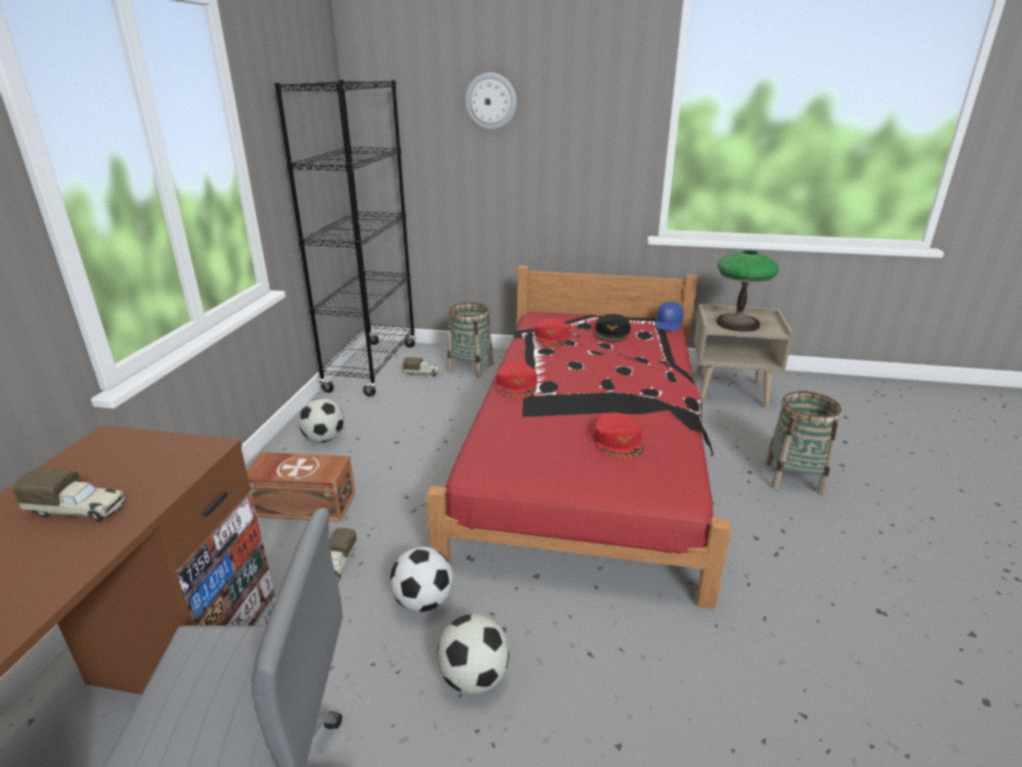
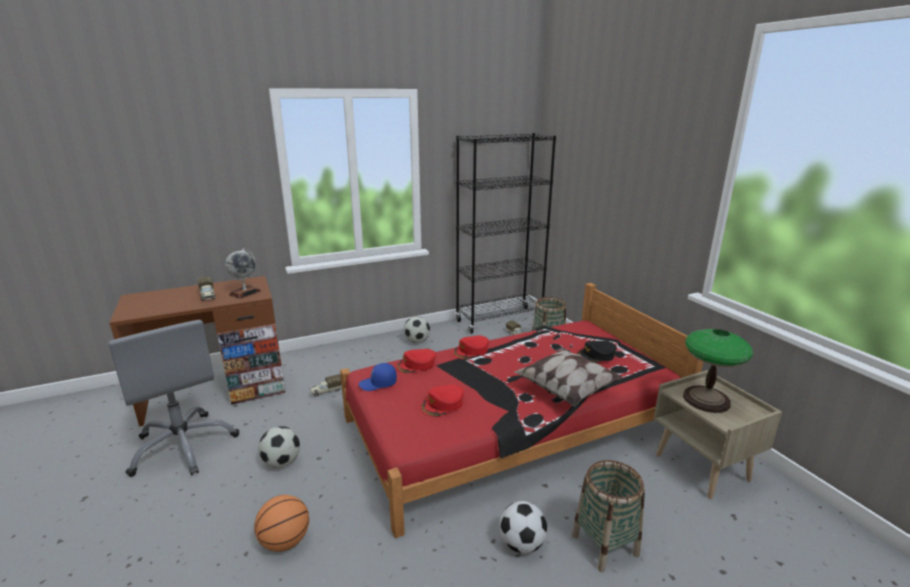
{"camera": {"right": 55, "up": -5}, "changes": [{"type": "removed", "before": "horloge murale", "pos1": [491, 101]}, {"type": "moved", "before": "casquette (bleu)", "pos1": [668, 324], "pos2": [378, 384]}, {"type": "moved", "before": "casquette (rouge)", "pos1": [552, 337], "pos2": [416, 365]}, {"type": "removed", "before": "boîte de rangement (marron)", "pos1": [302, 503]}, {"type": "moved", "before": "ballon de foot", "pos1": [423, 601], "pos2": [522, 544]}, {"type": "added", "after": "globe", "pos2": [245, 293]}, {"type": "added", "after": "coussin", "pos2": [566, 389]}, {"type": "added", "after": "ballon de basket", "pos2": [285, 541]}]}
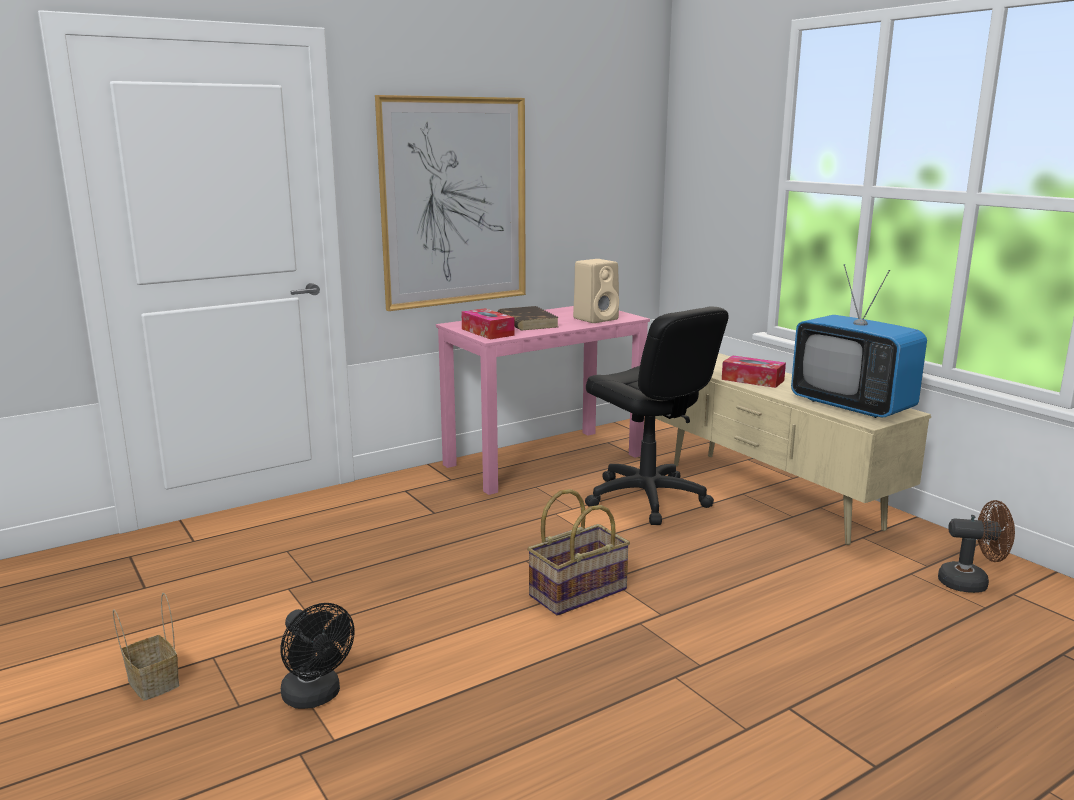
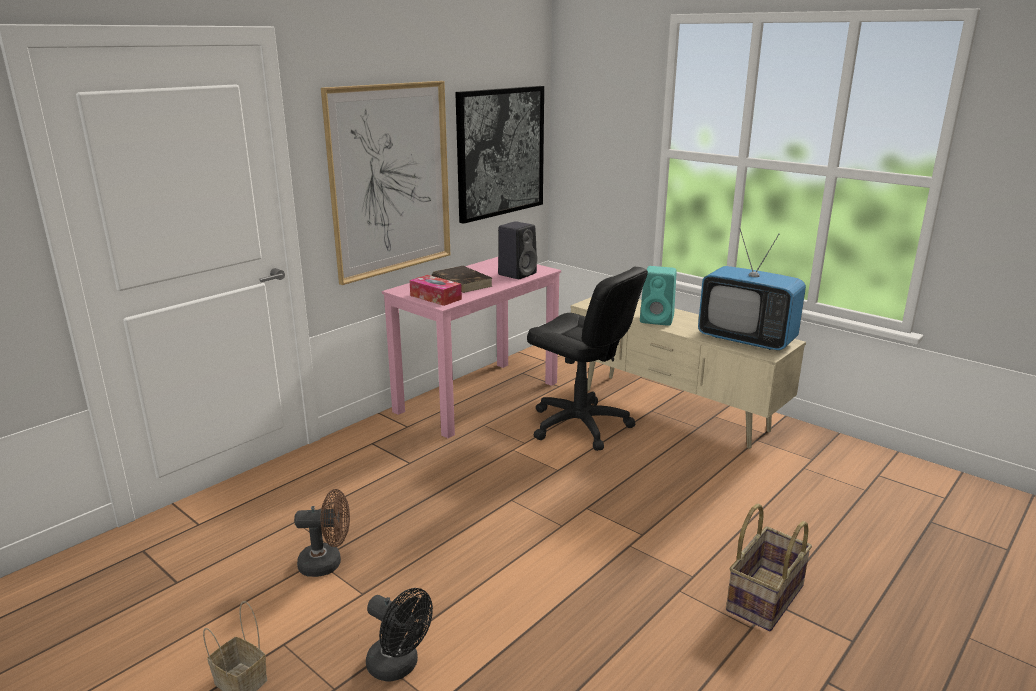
{"camera": {"right": -15, "up": 5}, "changes": [{"type": "recoloured", "before": "enceinte (beige)", "after": "enceinte (noir)", "pos1": [596, 319], "pos2": [517, 274]}, {"type": "replaced", "before": "boîte à mouchoirs", "after": "enceinte (turquoise)", "pos1": [752, 380], "pos2": [658, 320]}, {"type": "moved", "before": "panier", "pos1": [577, 592], "pos2": [764, 597]}, {"type": "moved", "before": "ventilateur (marron)", "pos1": [971, 583], "pos2": [327, 563]}, {"type": "added", "after": "tableau", "pos2": [500, 152]}]}
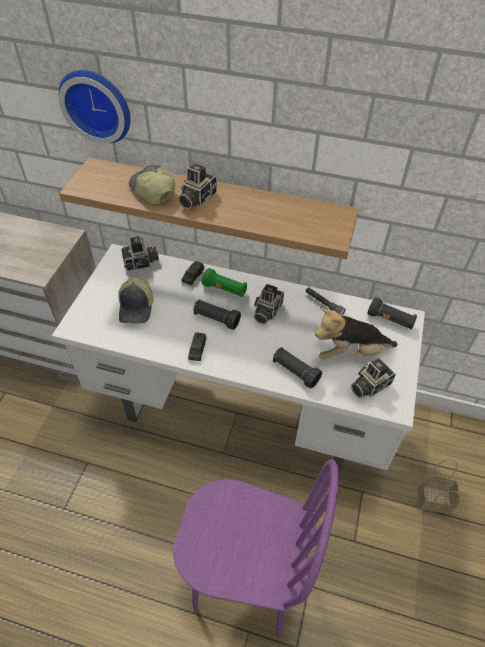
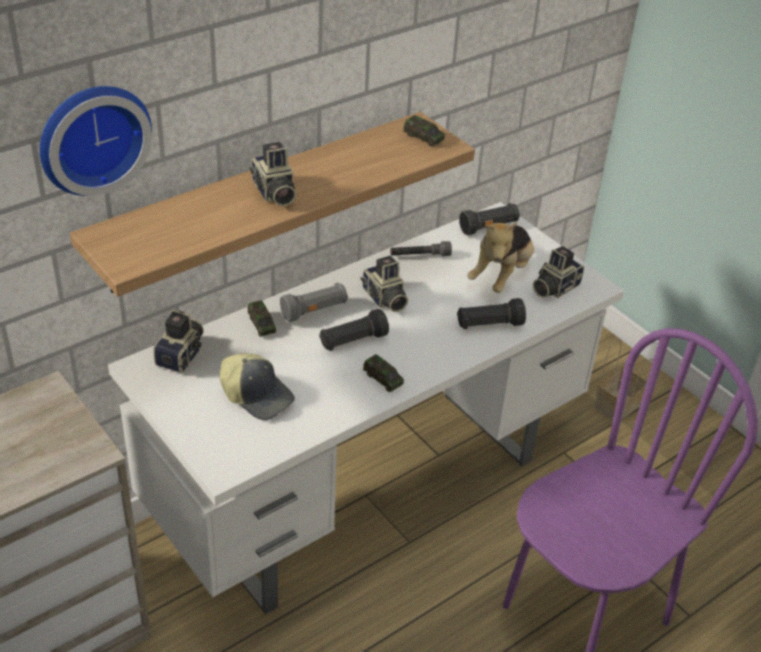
{"camera": {"right": -55, "up": -10}, "changes": [{"type": "removed", "before": "casquette", "pos1": [152, 191]}, {"type": "recoloured", "before": "lampe de poche (vert)", "after": "lampe de poche (gris)", "pos1": [225, 290], "pos2": [314, 311]}, {"type": "turned", "before": "appareil photo", "pos1": [369, 385], "pos2": [554, 287], "turn": 45}, {"type": "added", "after": "petite voiture", "pos2": [423, 137]}]}
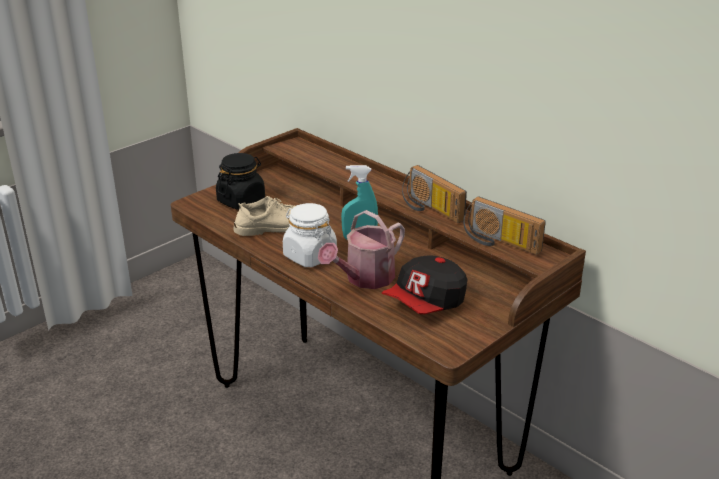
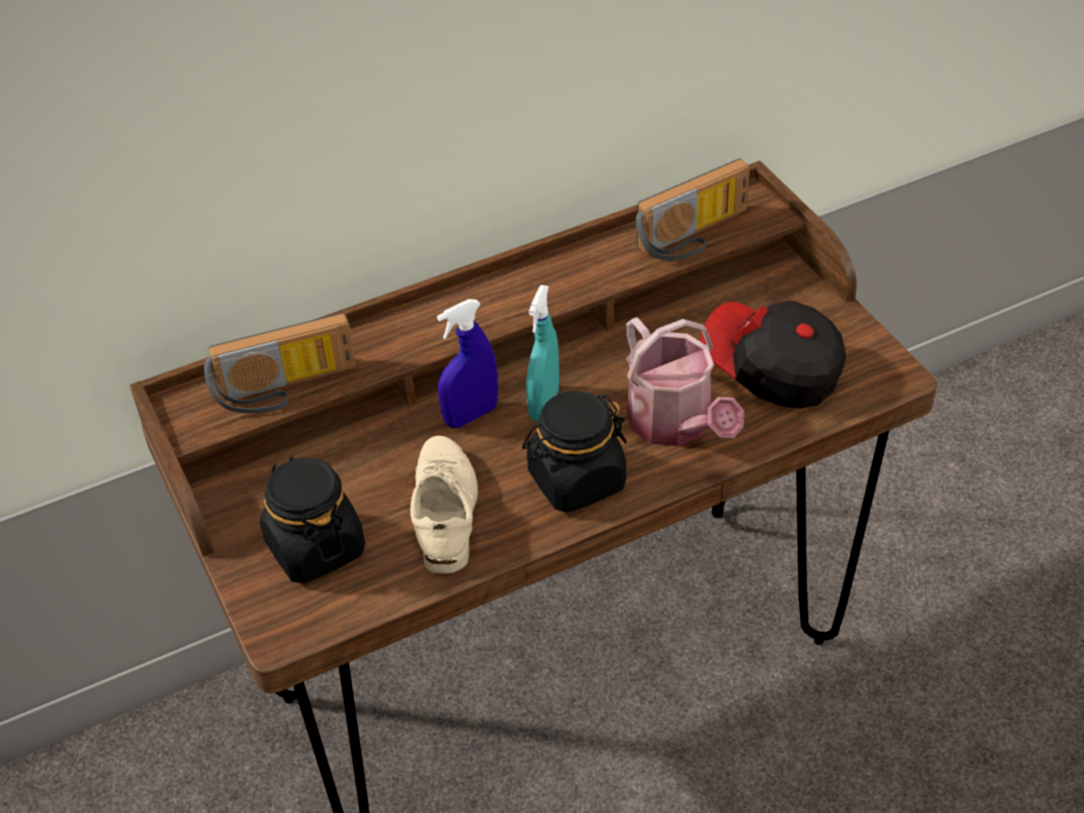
{"camera": {"right": -70, "up": 15}, "changes": [{"type": "moved", "before": "radio", "pos1": [429, 209], "pos2": [286, 389]}, {"type": "recoloured", "before": "bocal (blanc)", "after": "bocal (noir)", "pos1": [309, 256], "pos2": [576, 480]}, {"type": "turned", "before": "casquette", "pos1": [426, 303], "pos2": [771, 371], "turn": 150}, {"type": "added", "after": "vaporisateur (bleu)", "pos2": [471, 415]}]}
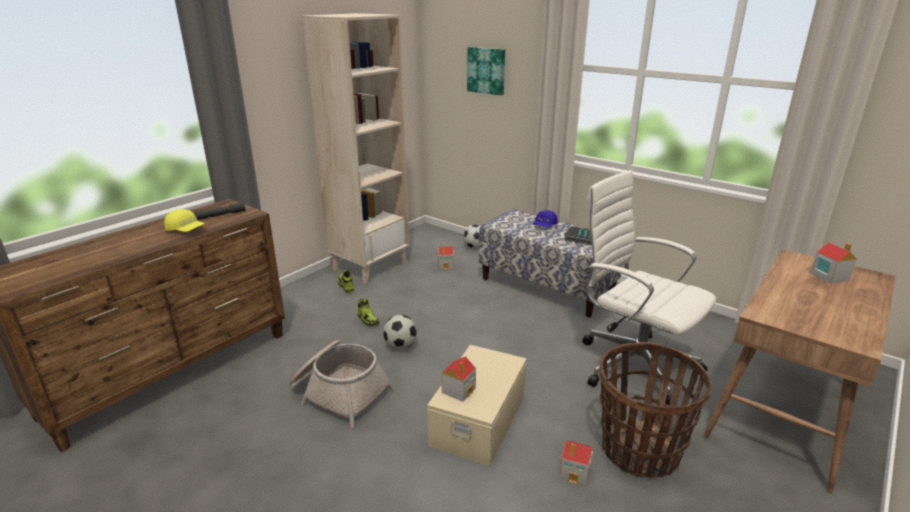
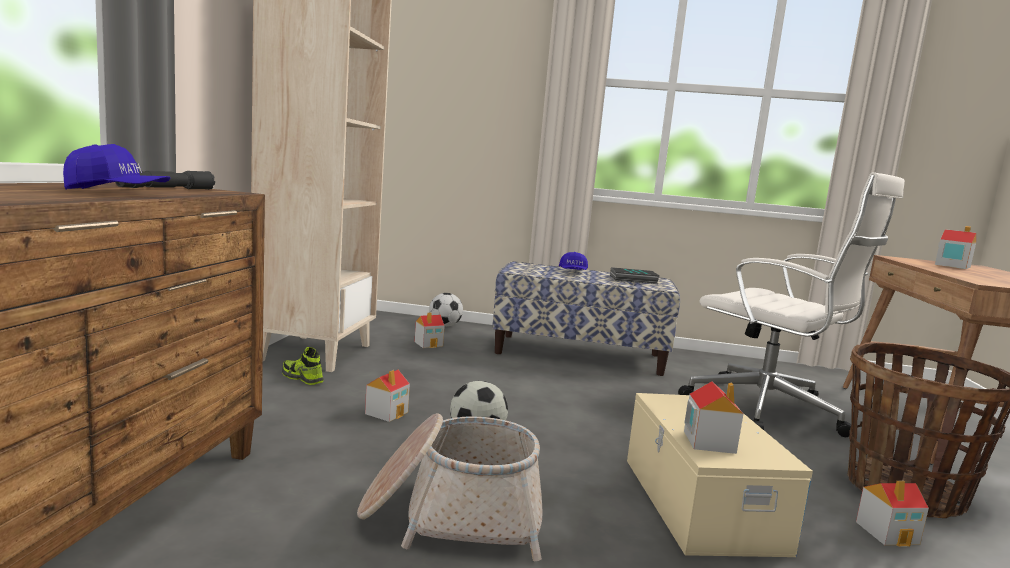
{"camera": {"right": -30, "up": -15}, "changes": [{"type": "removed", "before": "tableau", "pos1": [486, 70]}, {"type": "turned", "before": "chaise de bureau (blanc)", "pos1": [633, 364], "pos2": [768, 411], "turn": -150}, {"type": "recoloured", "before": "casquette (jaune)", "after": "casquette (bleu)", "pos1": [186, 230], "pos2": [117, 192]}, {"type": "replaced", "before": "chaussure", "after": "maison miniature", "pos1": [368, 320], "pos2": [387, 412]}]}
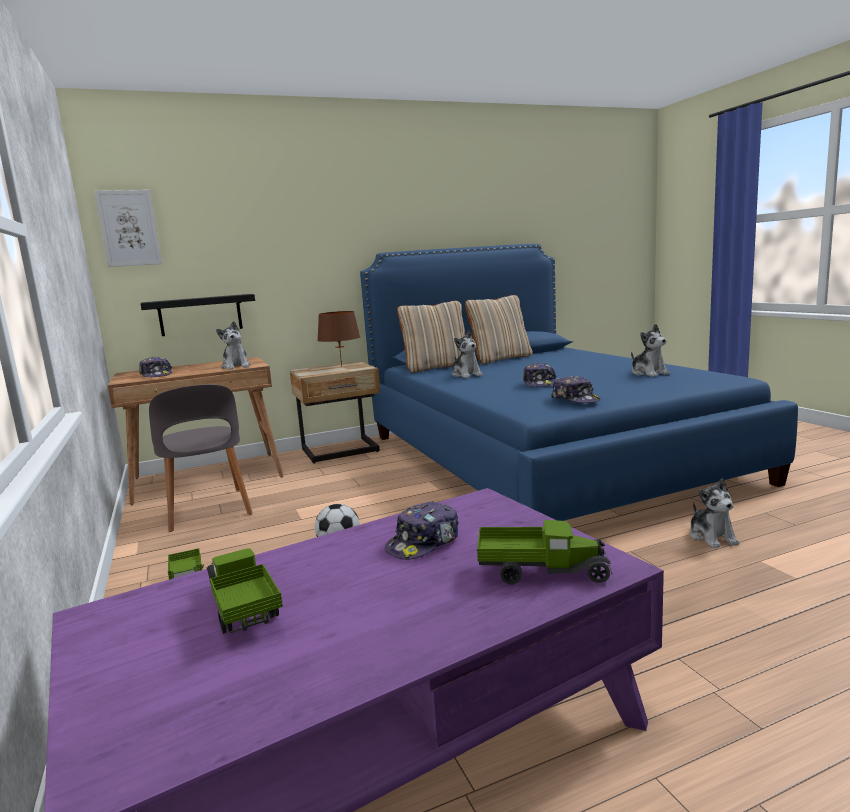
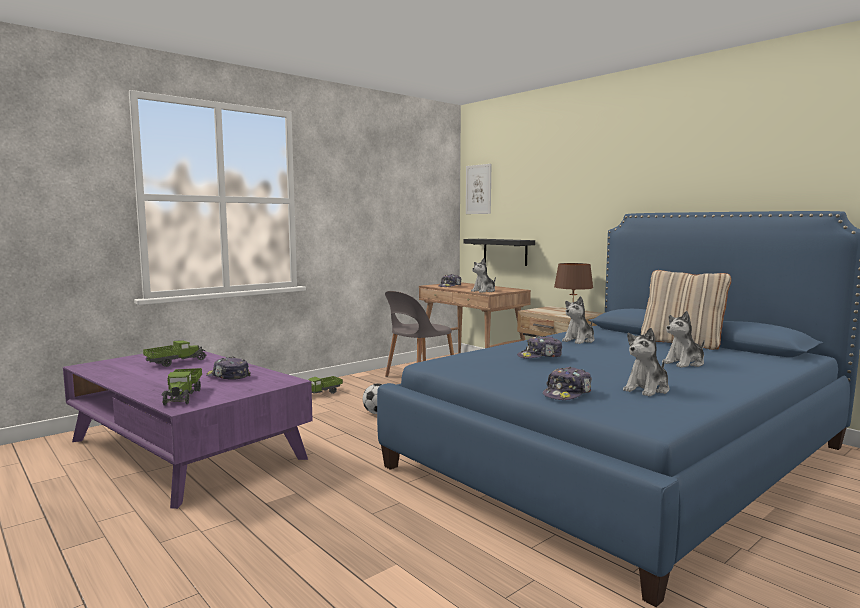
{"camera": {"right": 70, "up": -5}, "changes": [{"type": "removed", "before": "coussin (beige)", "pos1": [436, 367]}, {"type": "moved", "before": "casquette", "pos1": [575, 399], "pos2": [567, 393]}, {"type": "moved", "before": "peluche", "pos1": [712, 537], "pos2": [684, 363]}]}
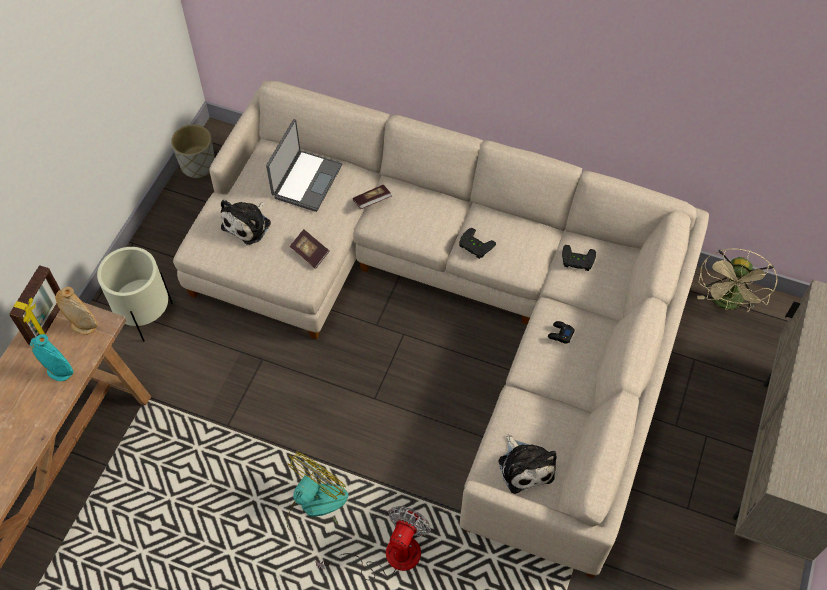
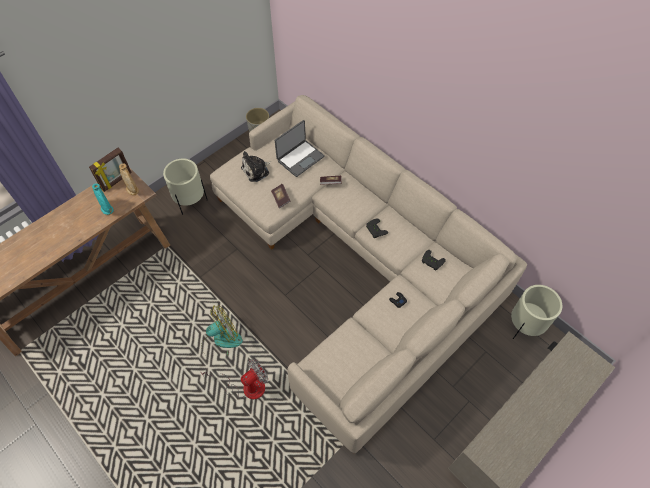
{"camera": {"right": 25, "up": 0}, "changes": [{"type": "replaced", "before": "ventilateur (beige)", "after": "cache-pot (beige)", "pos1": [727, 303], "pos2": [524, 326]}, {"type": "removed", "before": "peluche", "pos1": [525, 466]}]}
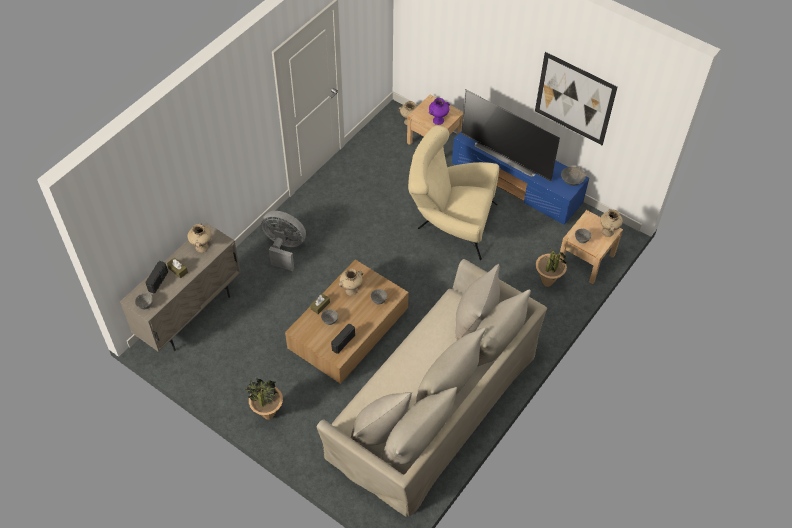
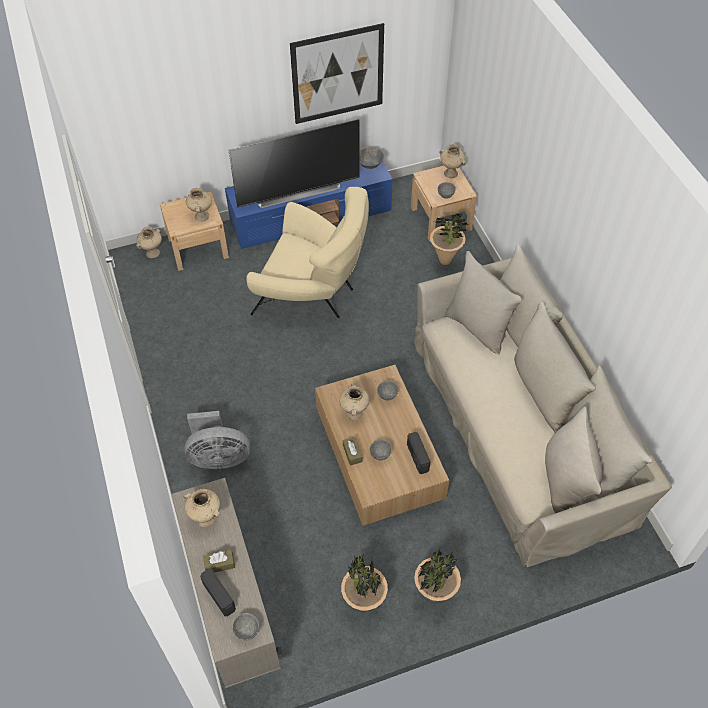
{"camera": {"right": -55, "up": 0}, "changes": [{"type": "recoloured", "before": "vase (violet)", "after": "vase (beige)", "pos1": [438, 120], "pos2": [201, 216]}, {"type": "turned", "before": "fauteuil (beige)", "pos1": [450, 223], "pos2": [313, 293], "turn": -120}, {"type": "turned", "before": "ventilateur (gris)", "pos1": [284, 248], "pos2": [218, 457], "turn": -150}, {"type": "added", "after": "plante en pot", "pos2": [363, 603]}]}
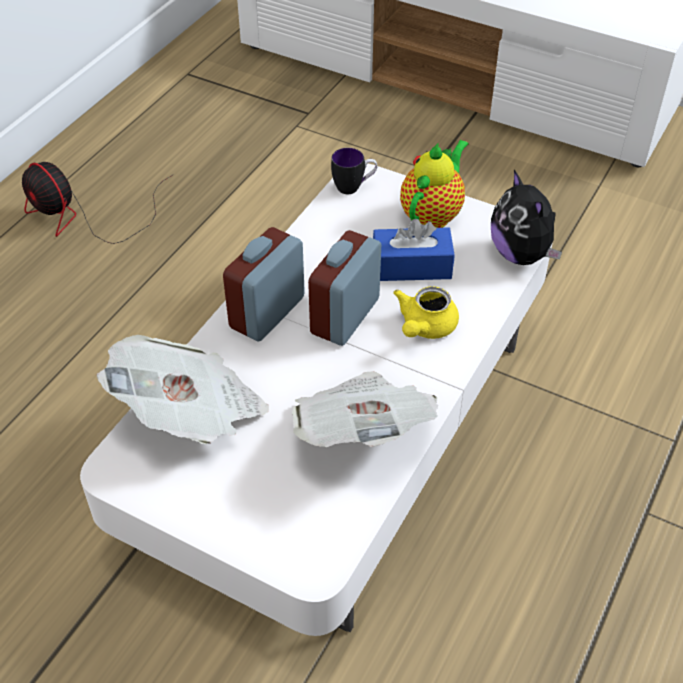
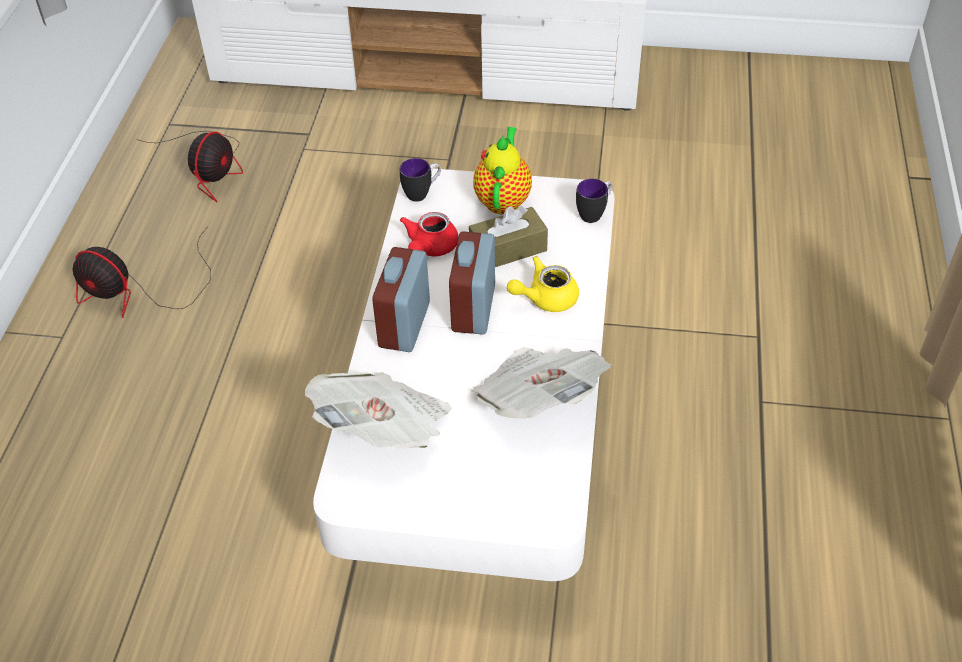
{"camera": {"right": -20, "up": 0}, "changes": [{"type": "replaced", "before": "peluche", "after": "mug", "pos1": [521, 254], "pos2": [594, 213]}, {"type": "recoloured", "before": "boîte à mouchoirs (bleu)", "after": "boîte à mouchoirs (marron)", "pos1": [411, 266], "pos2": [508, 249]}, {"type": "turned", "before": "théière (jaune)", "pos1": [424, 327], "pos2": [545, 298], "turn": 60}, {"type": "added", "after": "ventilateur", "pos2": [210, 169]}, {"type": "added", "after": "théière (rouge)", "pos2": [430, 248]}]}
